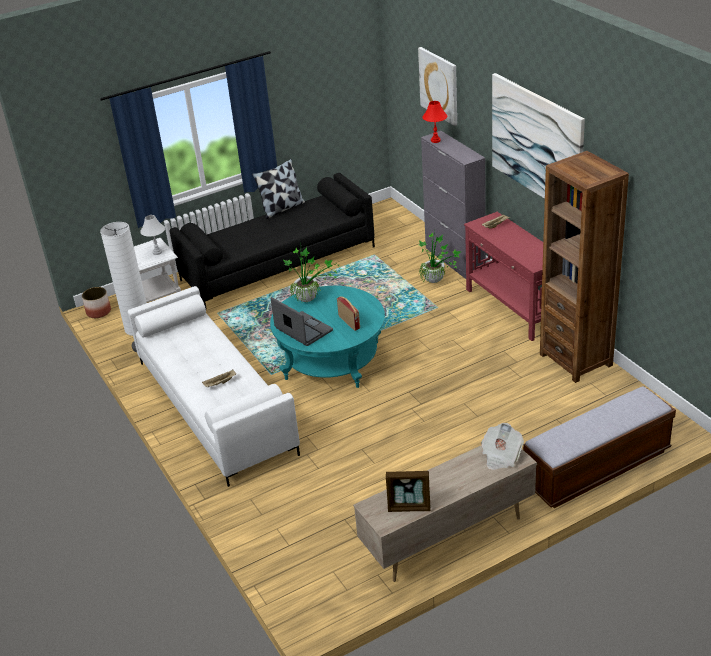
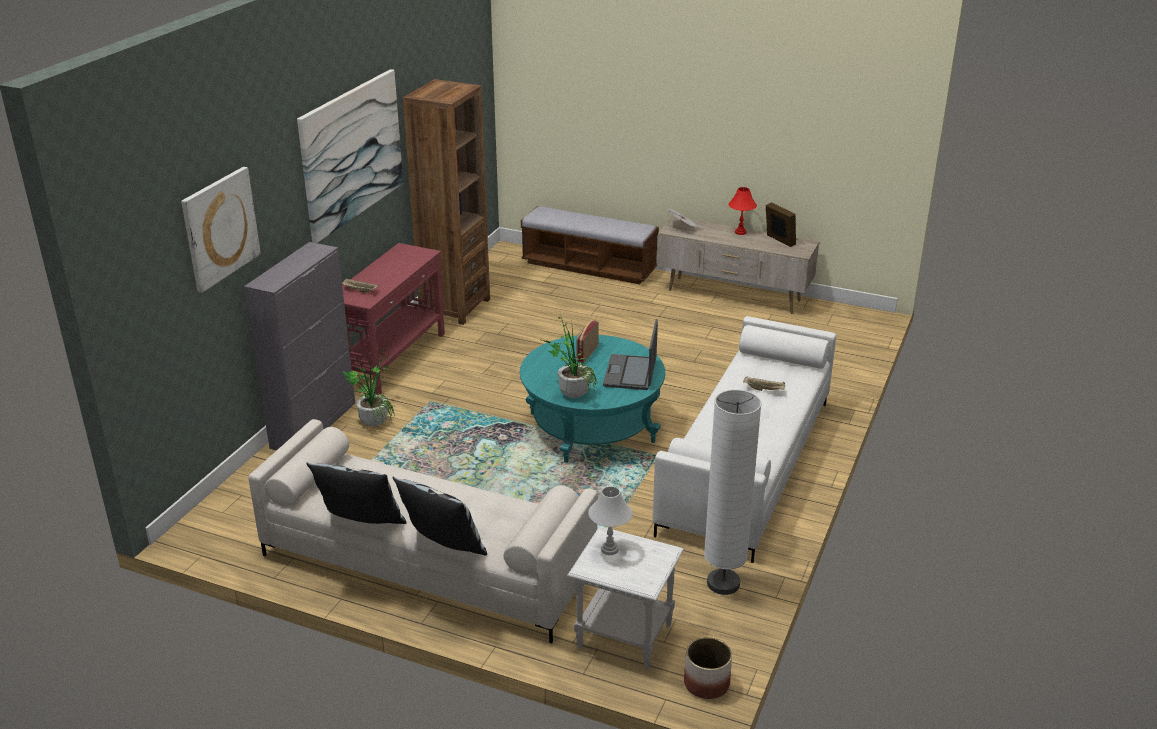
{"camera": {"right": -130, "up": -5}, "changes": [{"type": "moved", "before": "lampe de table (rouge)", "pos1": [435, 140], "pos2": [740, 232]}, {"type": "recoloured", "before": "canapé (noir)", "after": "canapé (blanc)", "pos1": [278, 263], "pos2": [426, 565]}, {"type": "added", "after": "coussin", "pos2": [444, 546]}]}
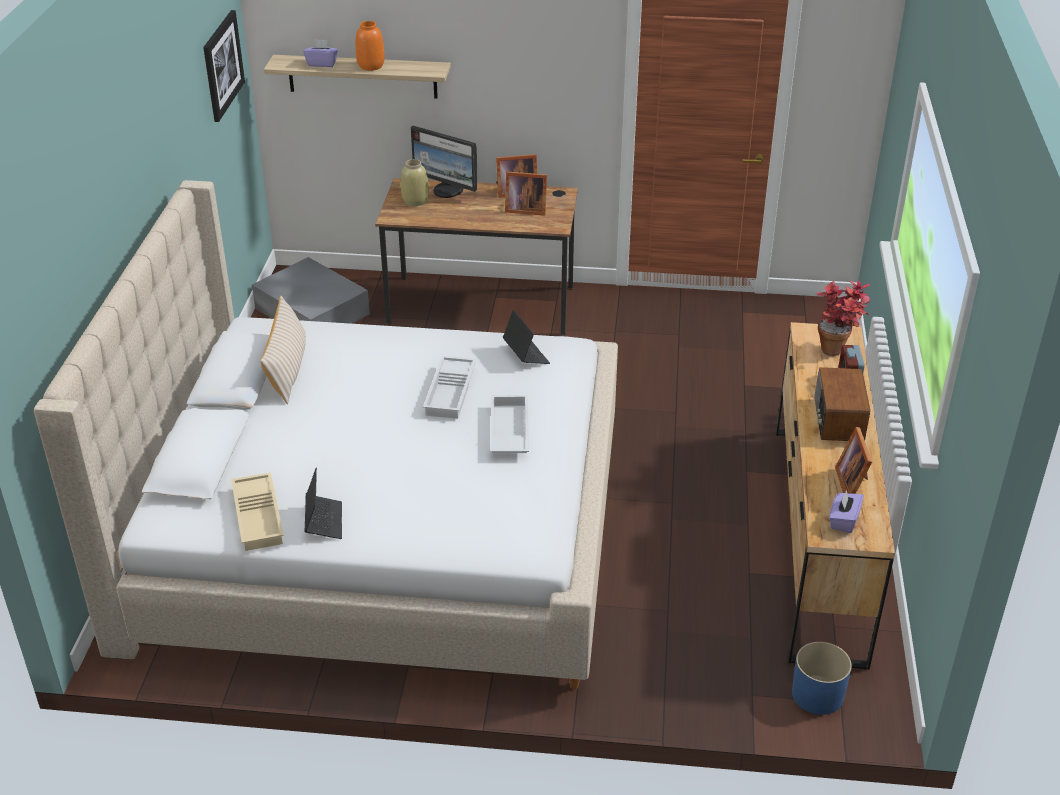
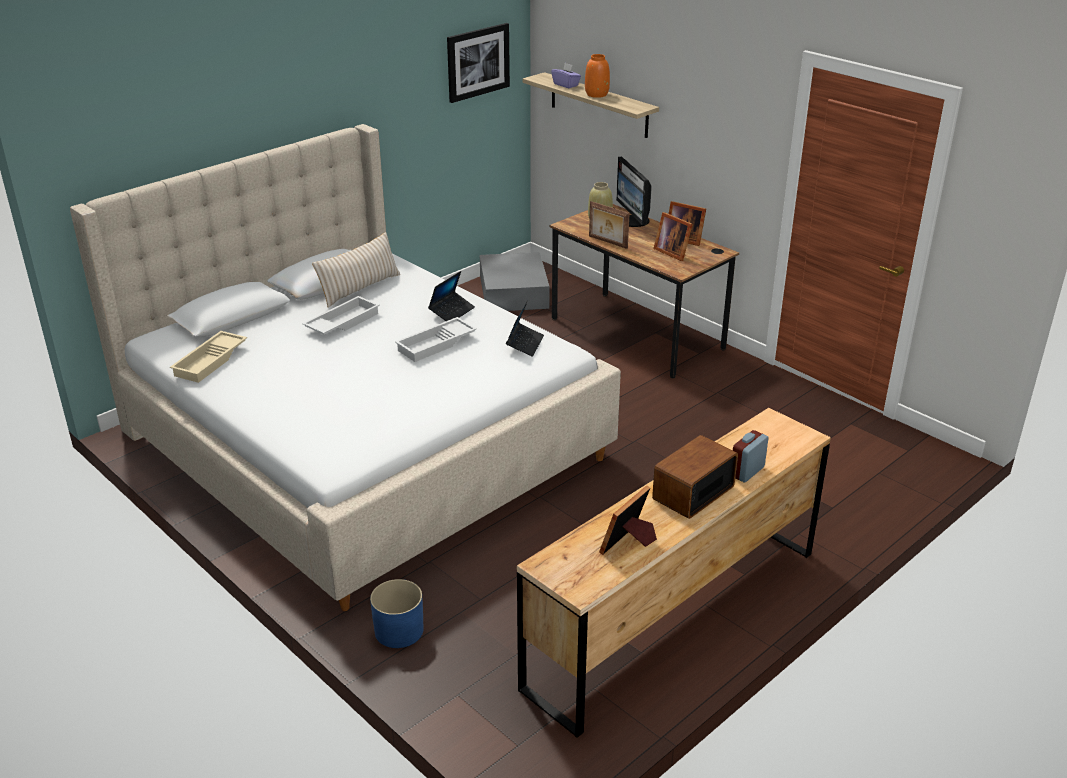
{"camera": {"right": 40, "up": -5}, "changes": [{"type": "removed", "before": "plante en pot", "pos1": [838, 348]}, {"type": "moved", "before": "plateau (blanc)", "pos1": [508, 431], "pos2": [342, 322]}, {"type": "moved", "before": "ordinateur portable", "pos1": [324, 521], "pos2": [452, 312]}, {"type": "removed", "before": "boîte à mouchoirs (violet)", "pos1": [843, 521]}, {"type": "moved", "before": "cache-pot (bleu)", "pos1": [817, 695], "pos2": [398, 630]}, {"type": "added", "after": "cadre photo", "pos2": [607, 242]}]}
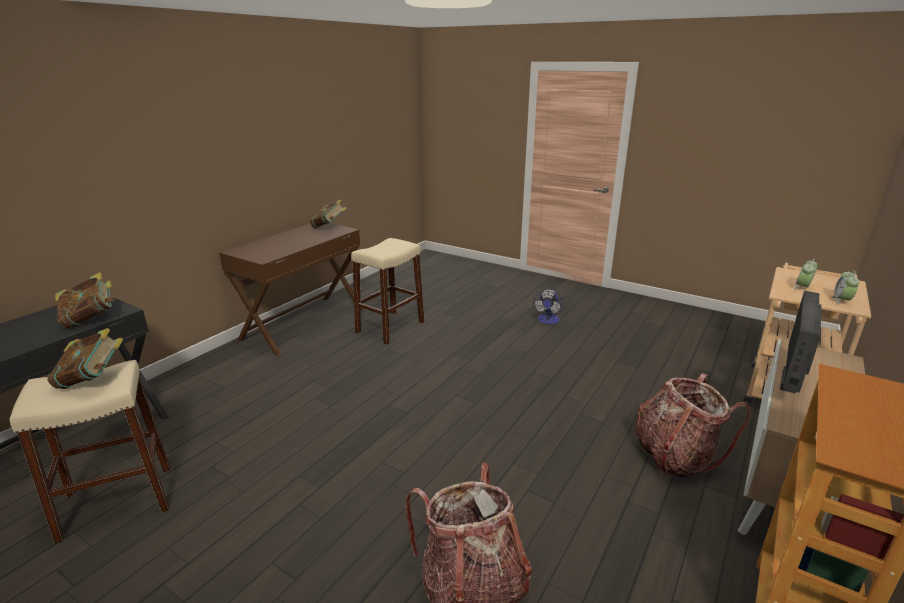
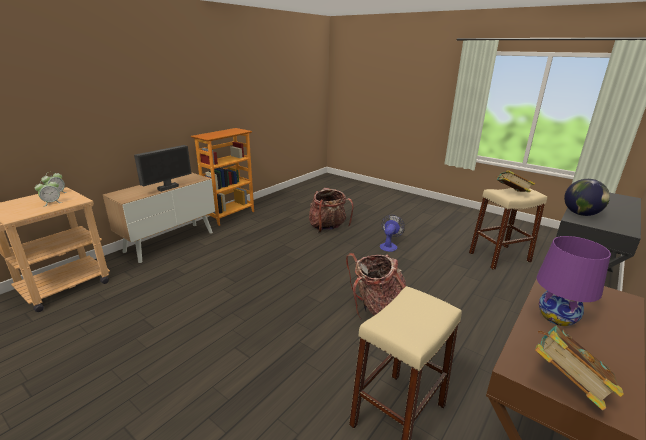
{"camera": {"right": -175, "up": 0}, "changes": [{"type": "replaced", "before": "livre", "after": "globe", "pos1": [91, 319], "pos2": [581, 214]}, {"type": "moved", "before": "ventilateur", "pos1": [547, 321], "pos2": [389, 245]}, {"type": "moved", "before": "sac à dos", "pos1": [675, 456], "pos2": [377, 310]}, {"type": "added", "after": "lampe de table (violet)", "pos2": [557, 317]}]}
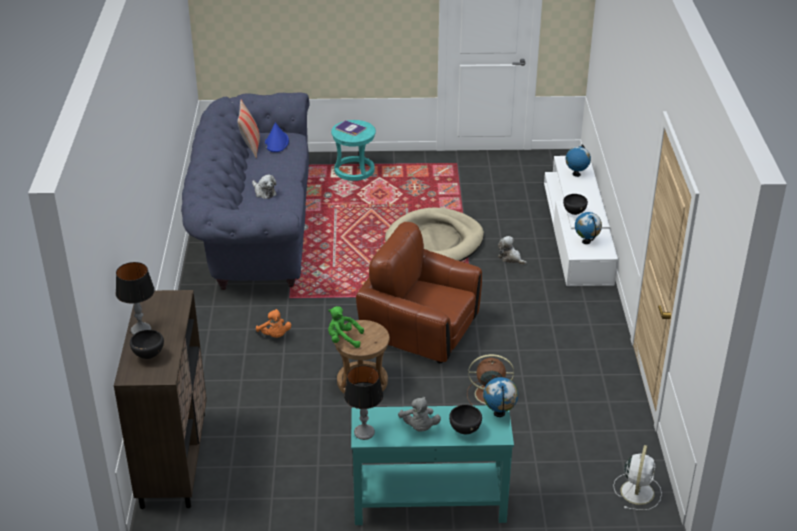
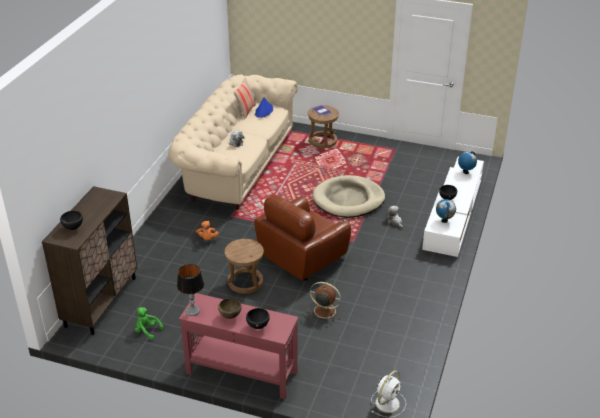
{"camera": {"right": 20, "up": 0}, "changes": [{"type": "recoloured", "before": "canapé (bleu)", "after": "canapé (beige)", "pos1": [253, 227], "pos2": [235, 165]}, {"type": "recoloured", "before": "tabouret (turquoise)", "after": "tabouret (marron)", "pos1": [354, 170], "pos2": [323, 141]}, {"type": "turned", "before": "fauteuil (marron)", "pos1": [420, 331], "pos2": [303, 258], "turn": -90}, {"type": "removed", "before": "lampe de table", "pos1": [141, 330]}, {"type": "moved", "before": "peluche (vert)", "pos1": [343, 339], "pos2": [147, 331]}, {"type": "removed", "before": "globe", "pos1": [499, 413]}, {"type": "replaced", "before": "peluche (gris)", "after": "bol (marron)", "pos1": [419, 427], "pos2": [230, 316]}, {"type": "recoloured", "before": "table console (turquoise)", "after": "table console (rouge)", "pos1": [428, 503], "pos2": [241, 372]}]}
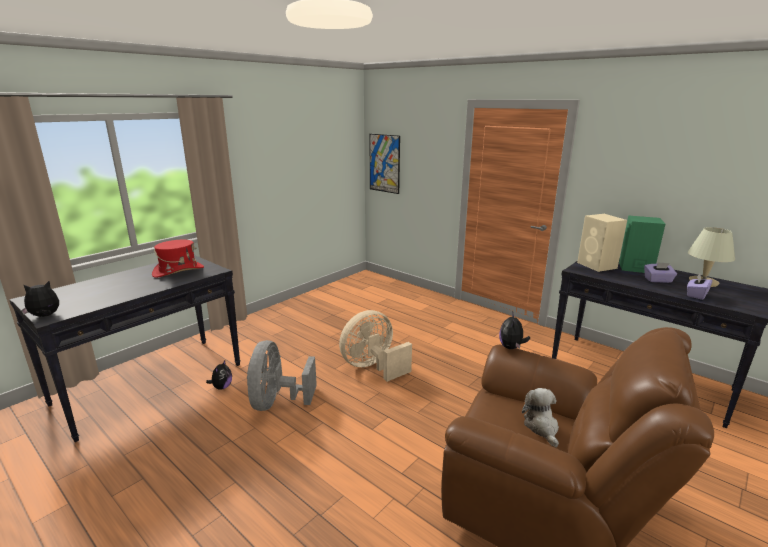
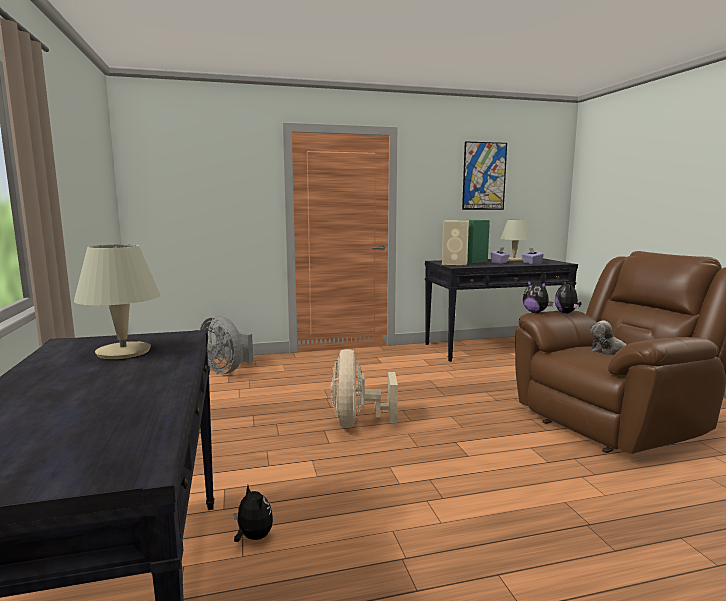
{"camera": {"right": -55, "up": -10}, "changes": [{"type": "moved", "before": "tableau", "pos1": [384, 163], "pos2": [484, 176]}, {"type": "replaced", "before": "chapeau (rouge)", "after": "lampe de table (beige)", "pos1": [178, 271], "pos2": [123, 352]}, {"type": "moved", "before": "peluche", "pos1": [45, 316], "pos2": [566, 313]}, {"type": "moved", "before": "ventilateur (gris)", "pos1": [277, 402], "pos2": [226, 370]}]}
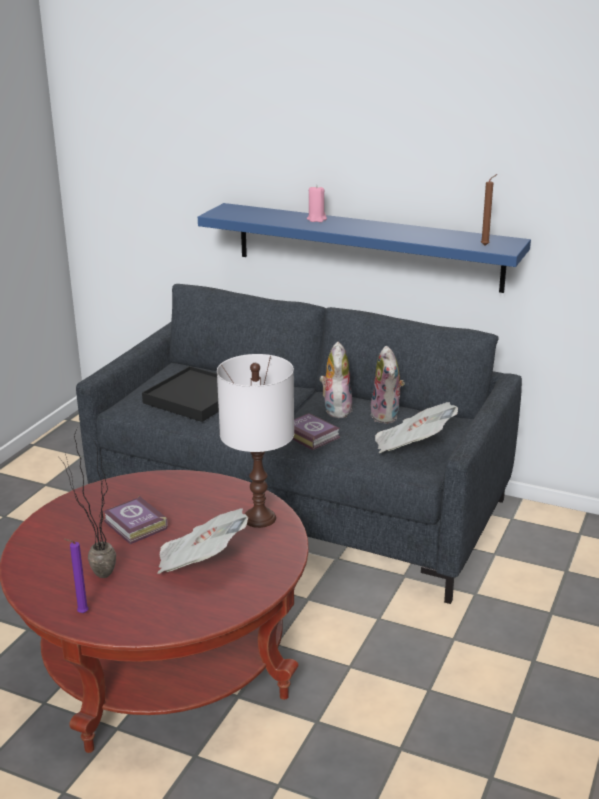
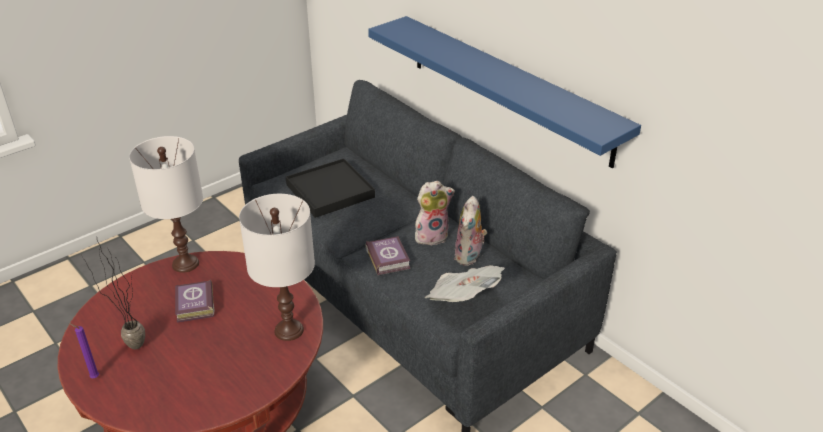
{"camera": {"right": 25, "up": 10}, "changes": [{"type": "removed", "before": "bougie (marron)", "pos1": [486, 245]}, {"type": "removed", "before": "bougie (rose)", "pos1": [316, 219]}, {"type": "turned", "before": "peluche", "pos1": [335, 409], "pos2": [432, 236], "turn": 45}, {"type": "removed", "before": "journal", "pos1": [200, 562]}, {"type": "added", "after": "lampe de table (blanc)", "pos2": [185, 263]}]}
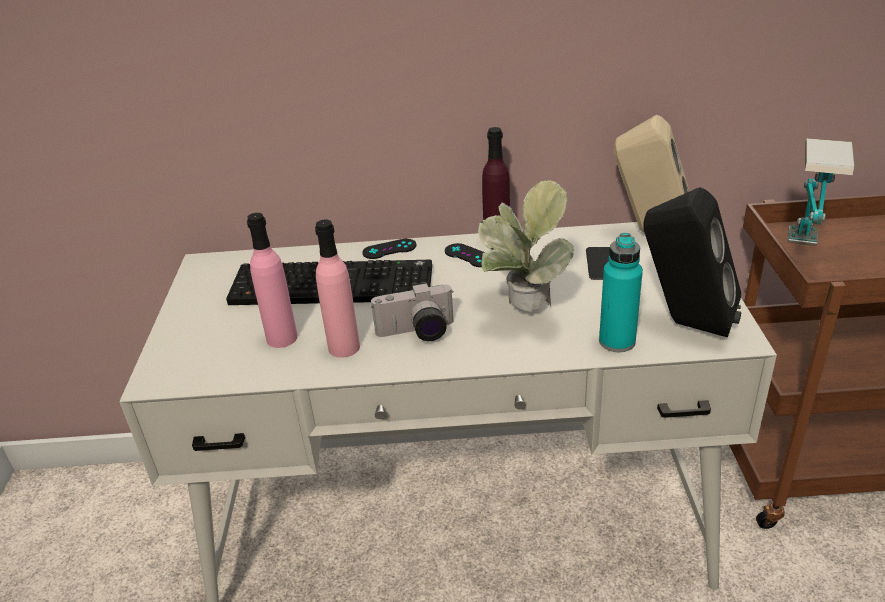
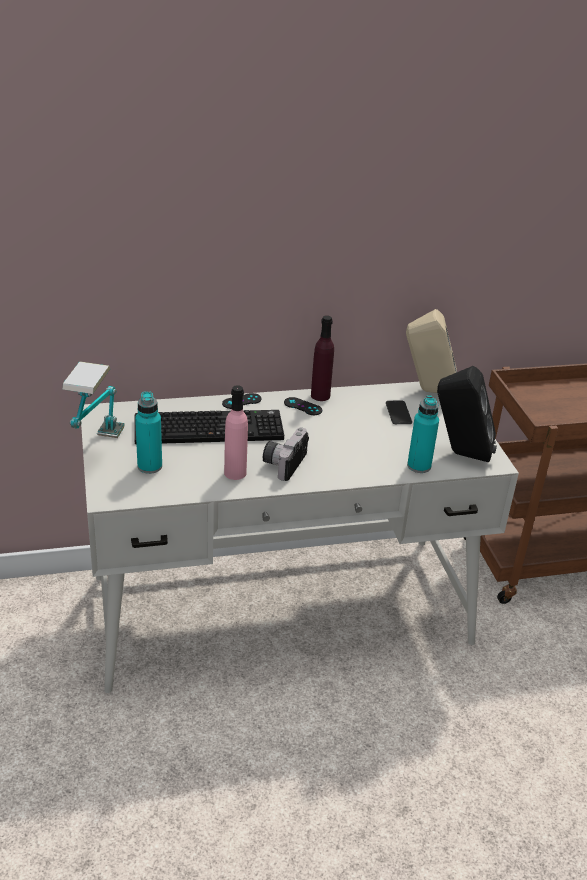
{"camera": {"right": -15, "up": 0}, "changes": [{"type": "moved", "before": "lampe de table", "pos1": [801, 261], "pos2": [98, 450]}, {"type": "removed", "before": "plante en pot", "pos1": [523, 314]}, {"type": "removed", "before": "bouteille (rose)", "pos1": [282, 338]}, {"type": "turned", "before": "appareil photo", "pos1": [417, 333], "pos2": [283, 462], "turn": 135}, {"type": "added", "after": "bouteille (turquoise)", "pos2": [149, 466]}]}
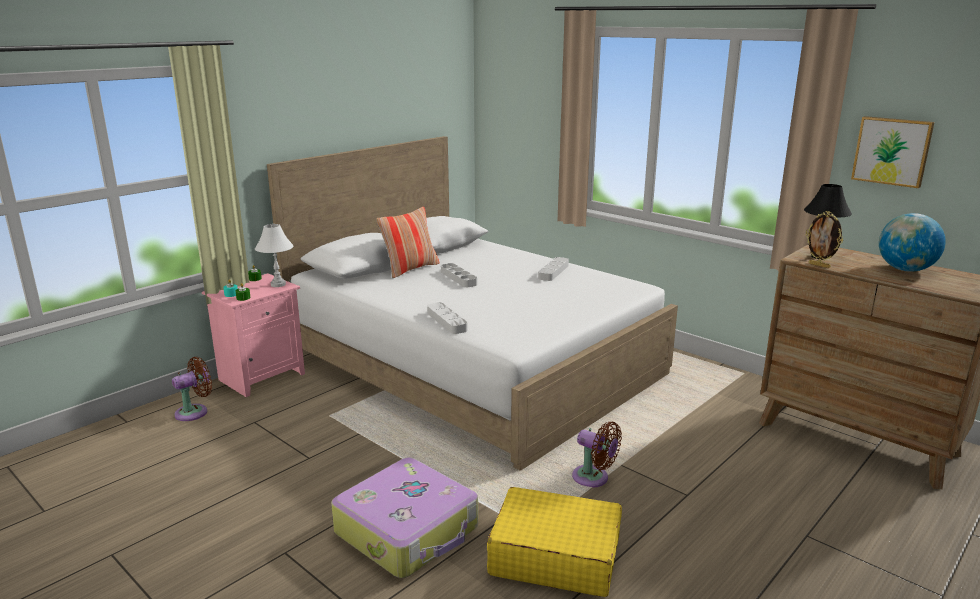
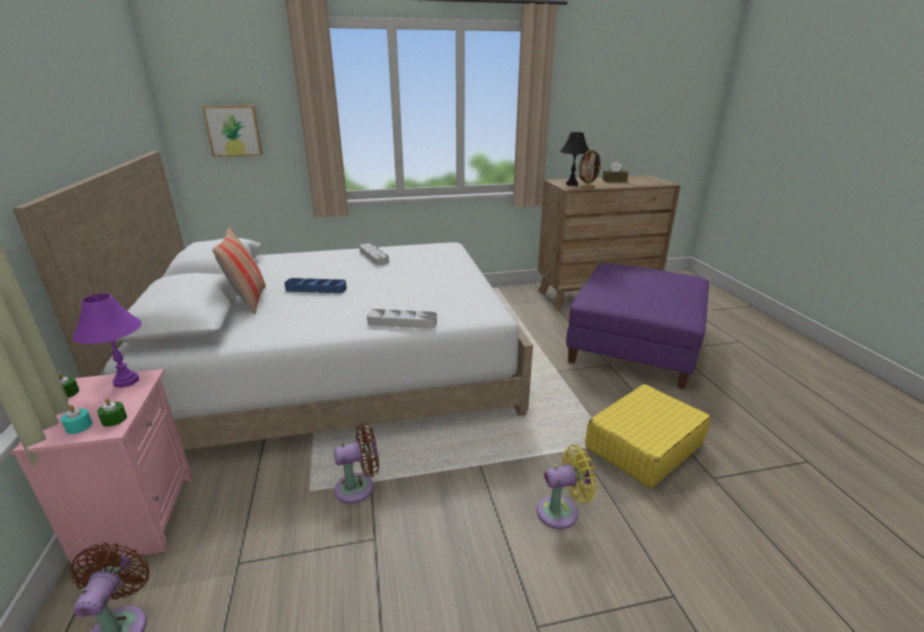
{"camera": {"right": -55, "up": 5}, "changes": [{"type": "moved", "before": "tableau", "pos1": [892, 151], "pos2": [234, 130]}, {"type": "replaced", "before": "globe", "after": "boîte à mouchoirs (marron)", "pos1": [905, 269], "pos2": [614, 180]}, {"type": "recoloured", "before": "lampe de table (blanc)", "after": "lampe de table (violet)", "pos1": [278, 284], "pos2": [126, 381]}, {"type": "recoloured", "before": "plateau (gris)", "after": "plateau (bleu)", "pos1": [458, 278], "pos2": [316, 289]}, {"type": "moved", "before": "ventilateur (marron)", "pos1": [593, 478], "pos2": [359, 487]}, {"type": "replaced", "before": "valise", "after": "ventilateur (jaune)", "pos1": [408, 530], "pos2": [562, 511]}, {"type": "added", "after": "pouf (violet)", "pos2": [633, 345]}]}
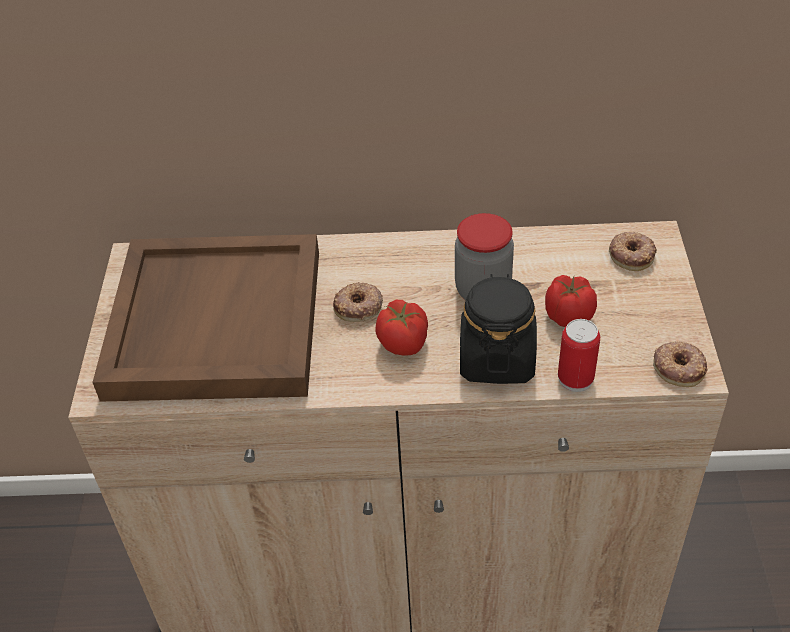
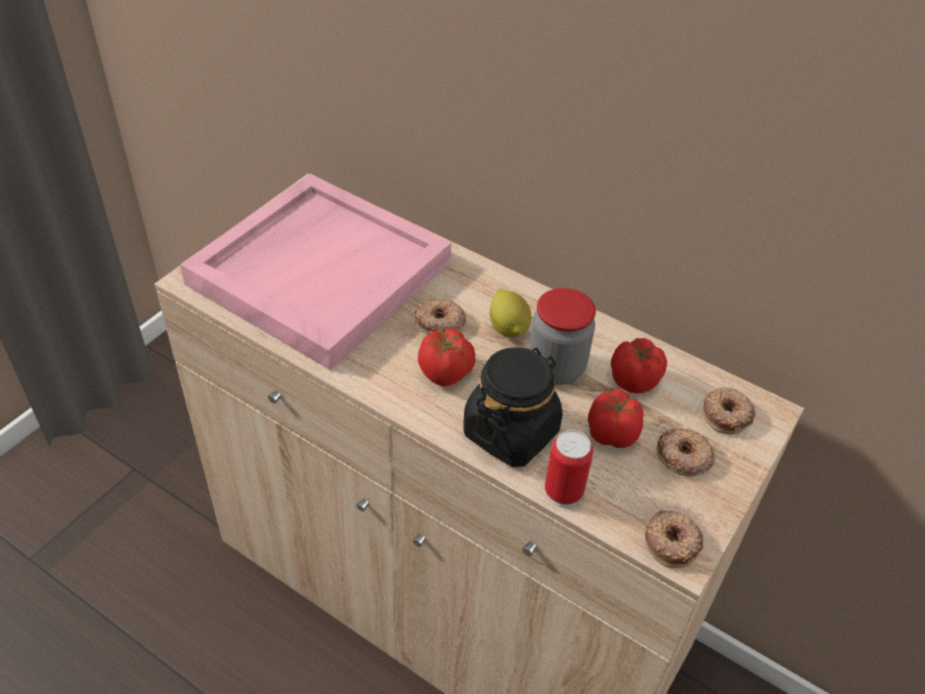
{"camera": {"right": 30, "up": 0}, "changes": [{"type": "recoloured", "before": "plateau (marron)", "after": "plateau (rose)", "pos1": [214, 321], "pos2": [320, 271]}, {"type": "added", "after": "citron", "pos2": [508, 328]}, {"type": "added", "after": "tomate", "pos2": [635, 380]}, {"type": "added", "after": "beignet", "pos2": [683, 456]}]}
